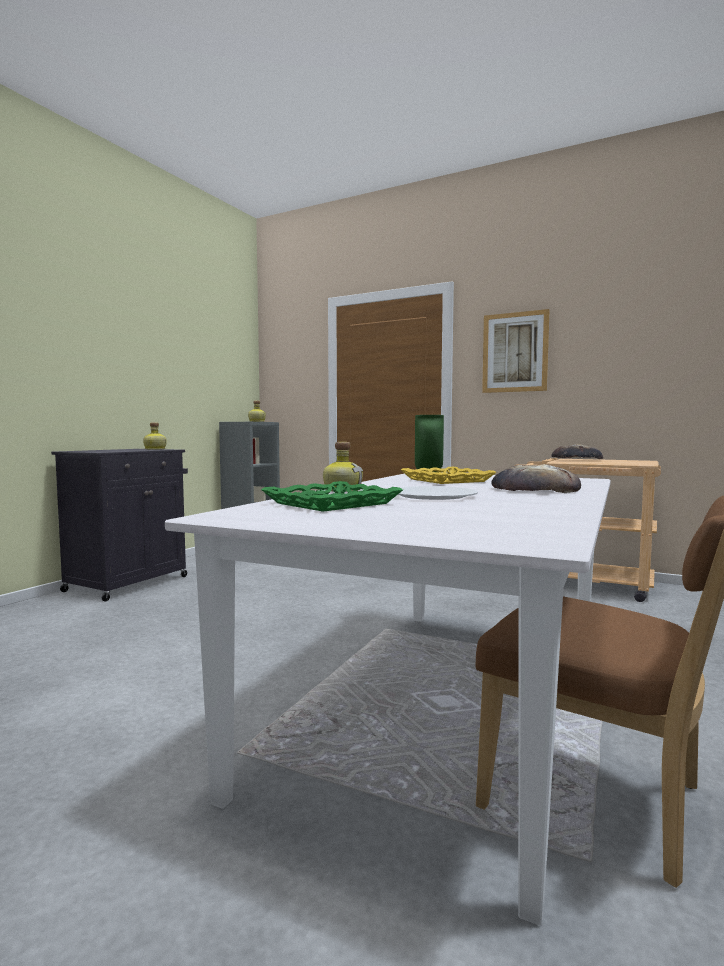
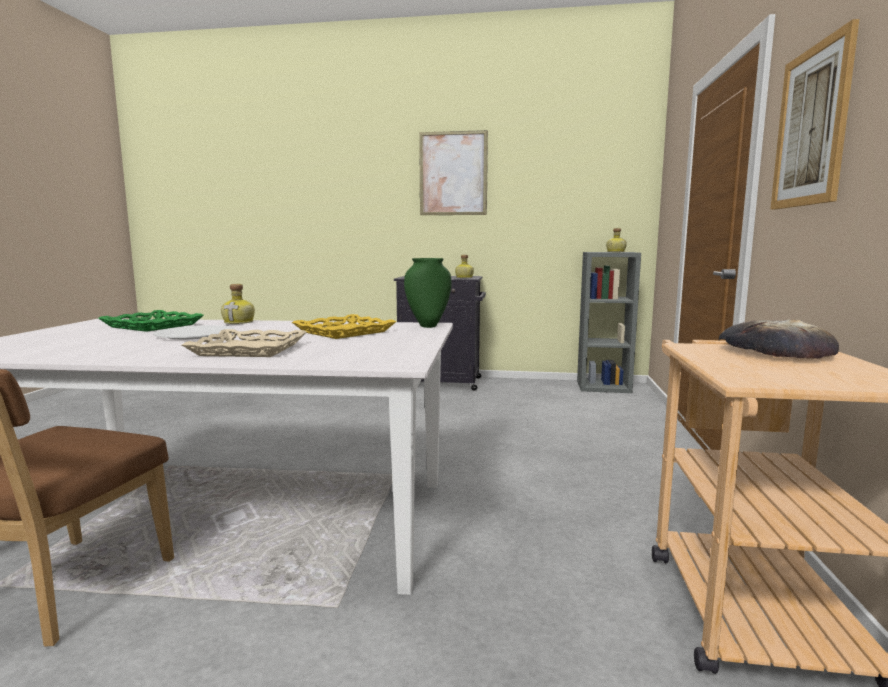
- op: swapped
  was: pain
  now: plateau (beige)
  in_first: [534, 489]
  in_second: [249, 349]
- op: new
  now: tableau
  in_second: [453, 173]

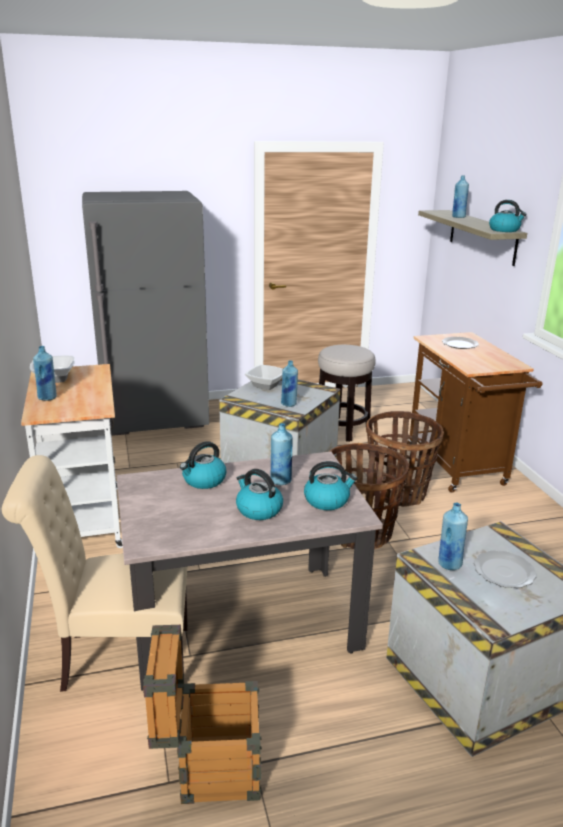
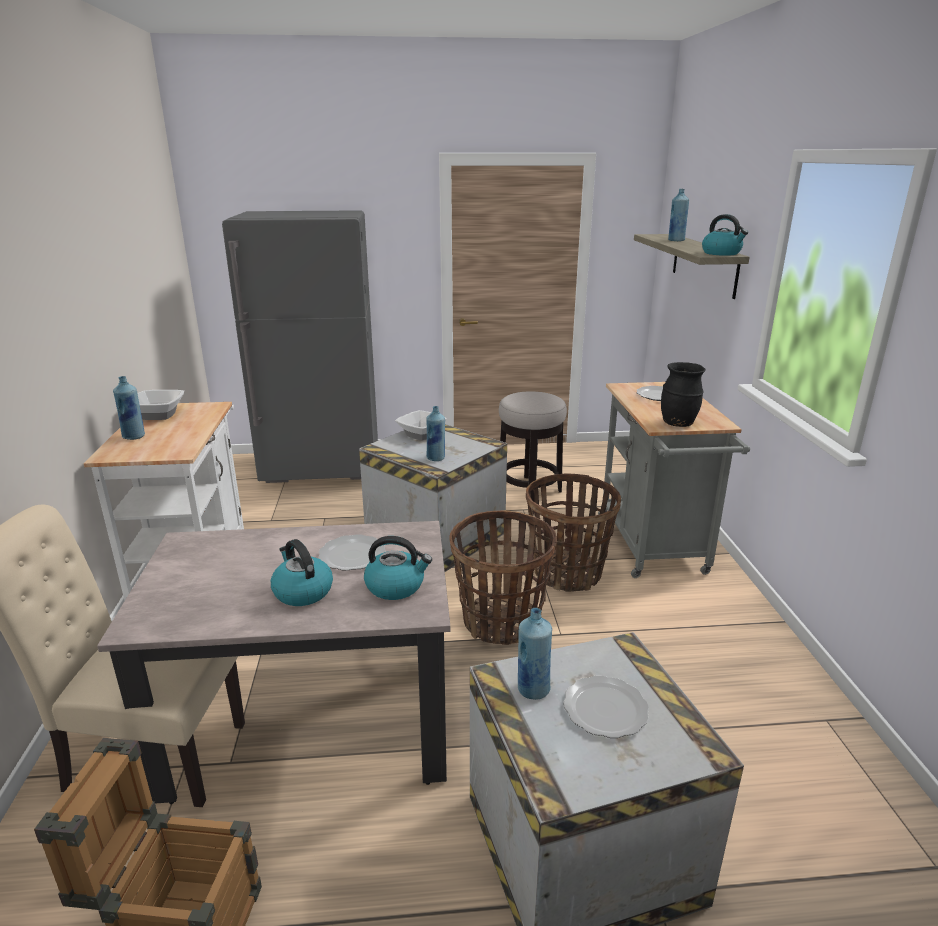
- op: repainted
  was: chariot (marron)
  now: chariot (gris)
  in_first: [459, 468]
  in_second: [654, 548]
- op: swapped
  was: bouteille (bleu)
  now: assiette
  in_first: [281, 481]
  in_second: [353, 555]
- op: gone
  was: bouilloire
  in_first: [204, 480]
- op: new
  now: vase (noir)
  in_second: [678, 423]

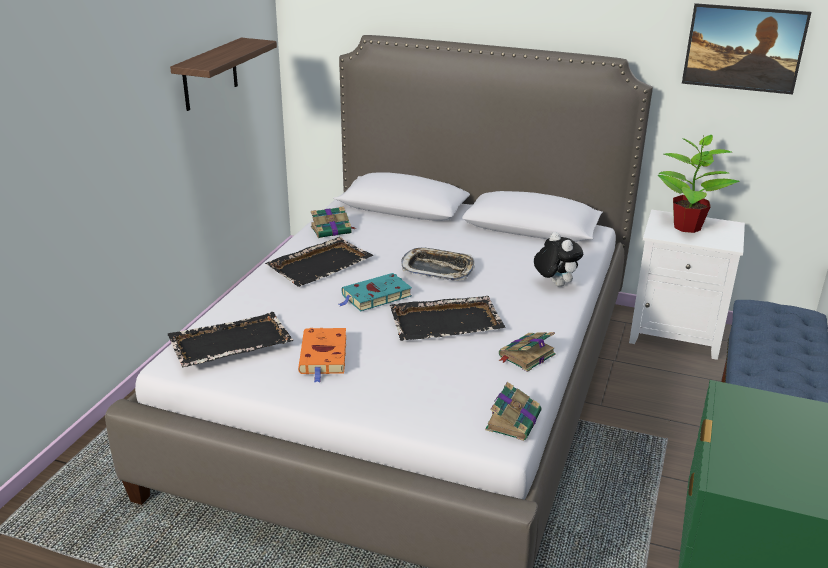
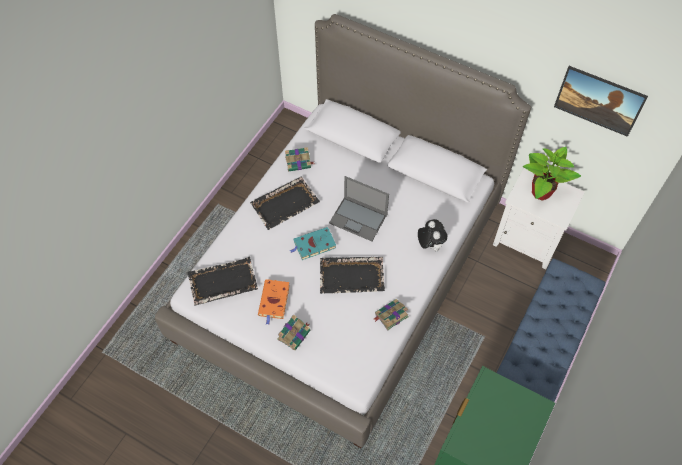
- op: gone
  was: étagère
  in_first: [210, 74]
- op: swapped
  was: plateau
  now: ordinateur portable
  in_first: [437, 269]
  in_second: [359, 219]
- op: shifted
  was: livre
  in_first: [513, 420]
  in_second: [294, 334]

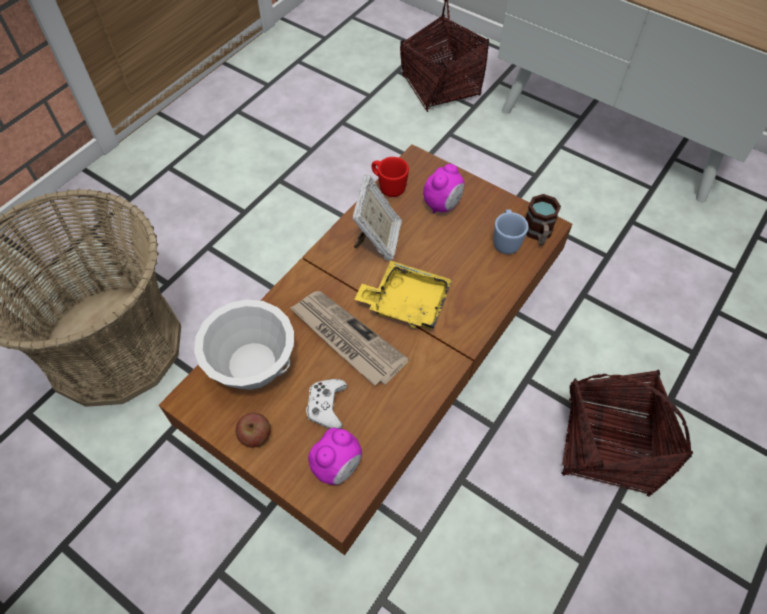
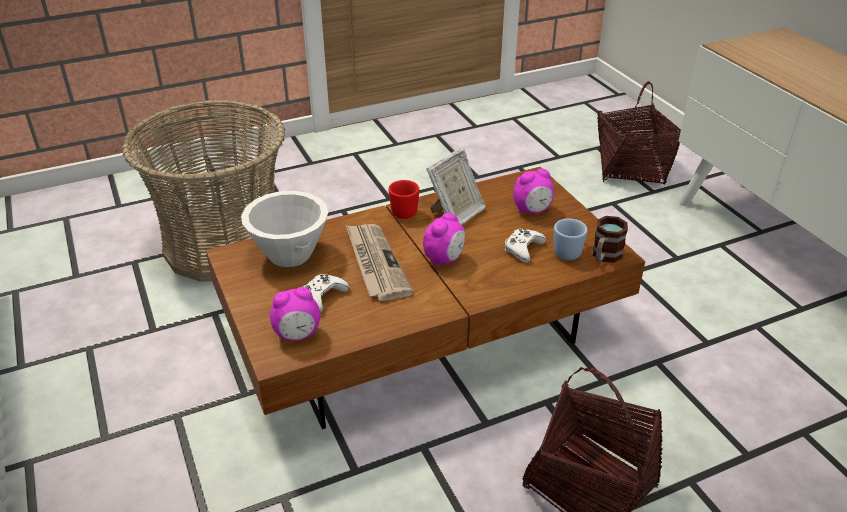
- op: shifted
  was: mug (rouge)
  in_first: [388, 186]
  in_second: [402, 210]
- op: swapped
  was: plateau (jaune)
  now: réveil
  in_first: [406, 302]
  in_second: [444, 259]
- op: gone
  was: pomme
  in_first: [255, 435]
- op: new
  now: manette (blanc)
  in_second: [523, 249]

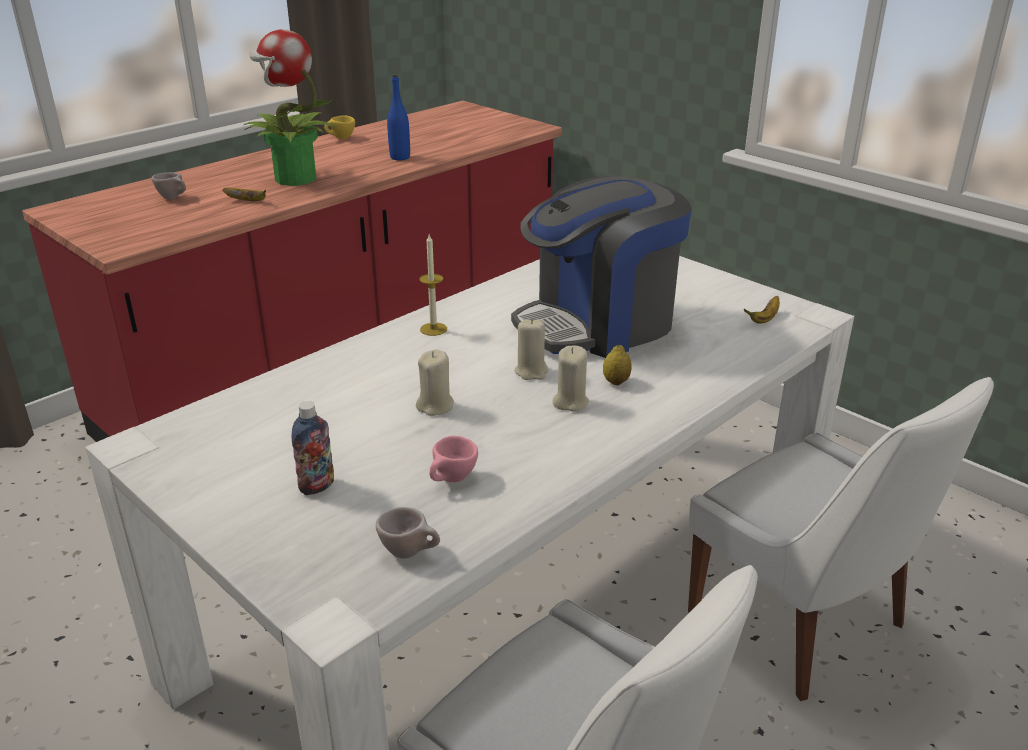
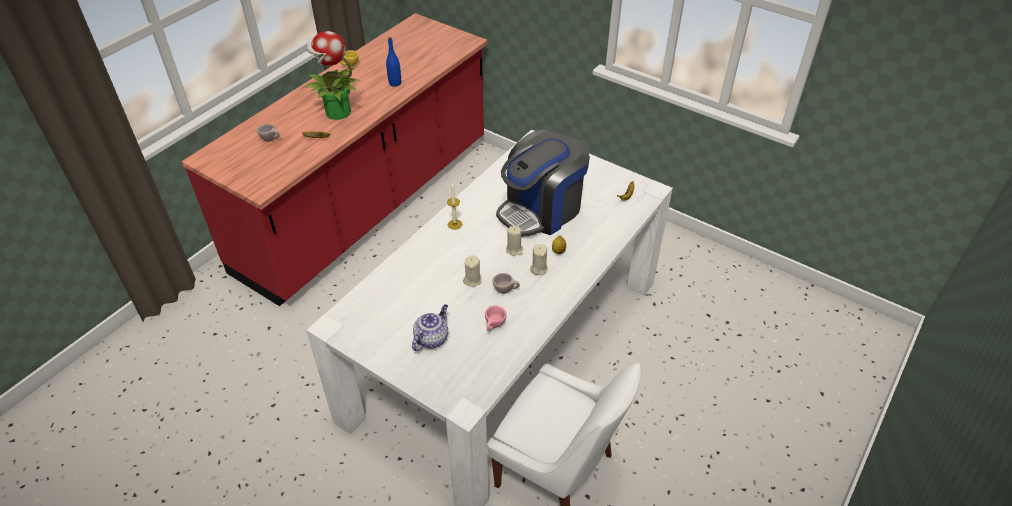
- op: gone
  was: chaise (blanc)
  in_first: [802, 624]
- op: swapped
  was: bouteille
  now: théière
  in_first: [317, 486]
  in_second: [431, 338]
- op: shifted
  was: tasse (beige)
  in_first: [410, 552]
  in_second: [506, 290]

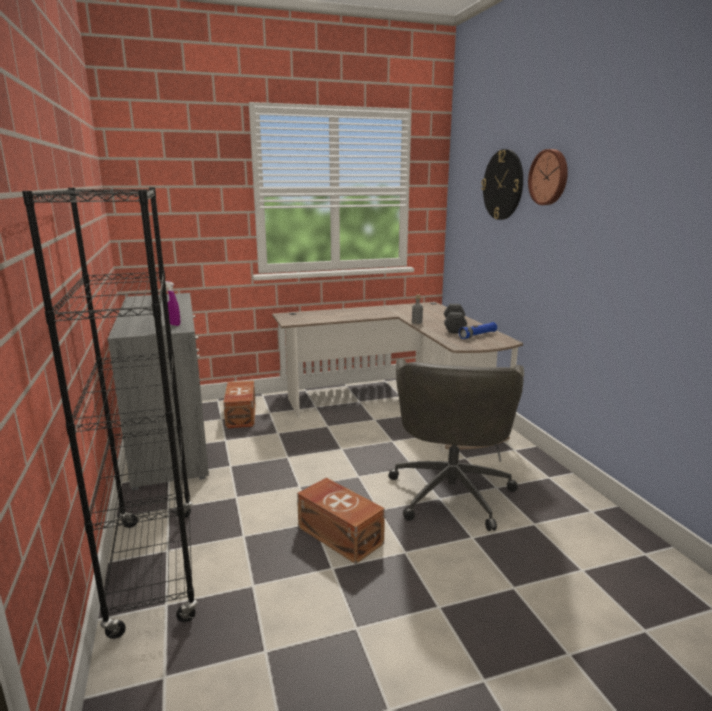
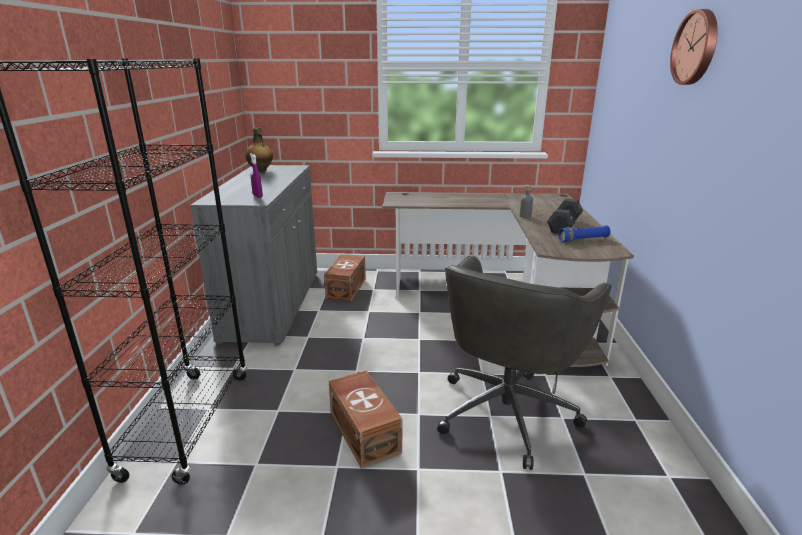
- op: gone
  was: horloge murale
  in_first: [503, 185]
- op: new
  now: bouteille
  in_second: [260, 171]

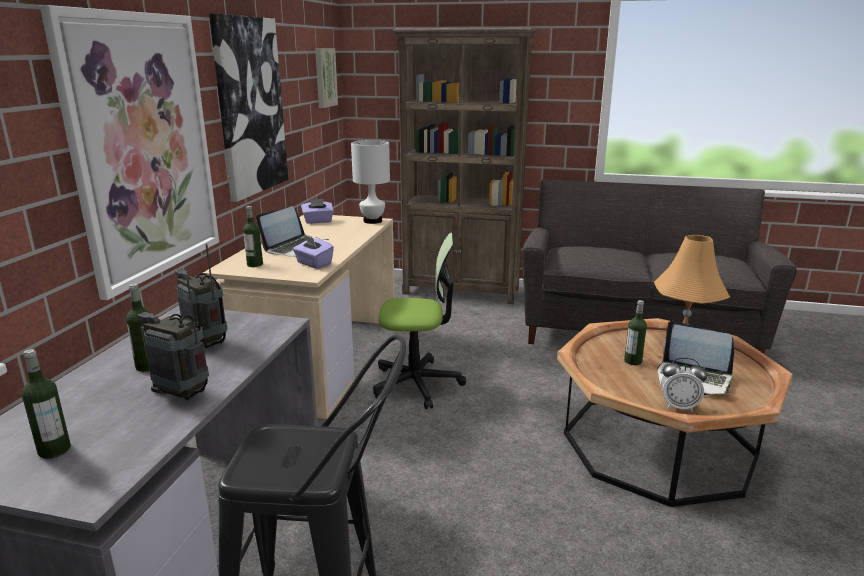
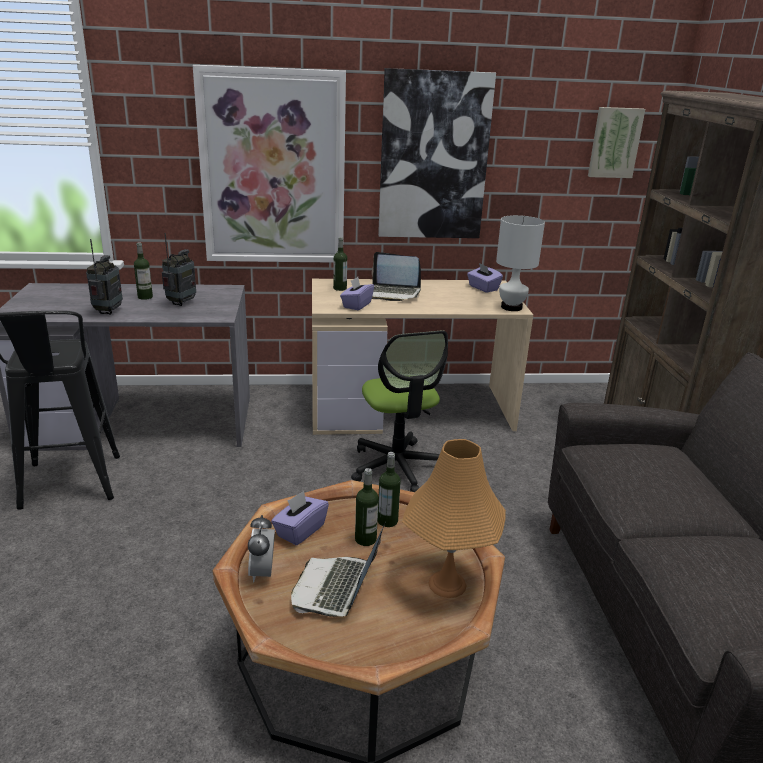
- op: shifted
  was: bouteille
  in_first: [54, 450]
  in_second: [387, 521]
- op: new
  now: boîte à mouchoirs (violet)
  in_second: [300, 530]

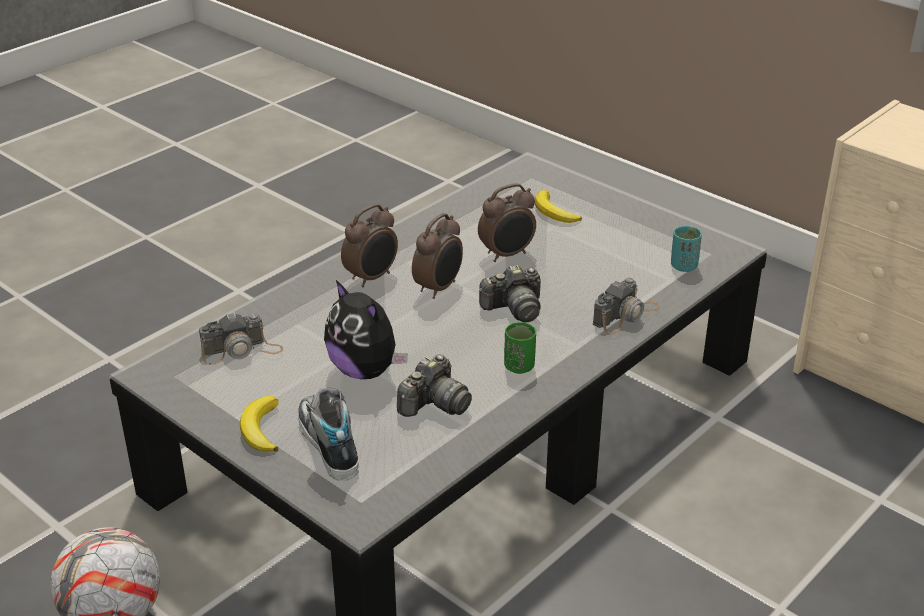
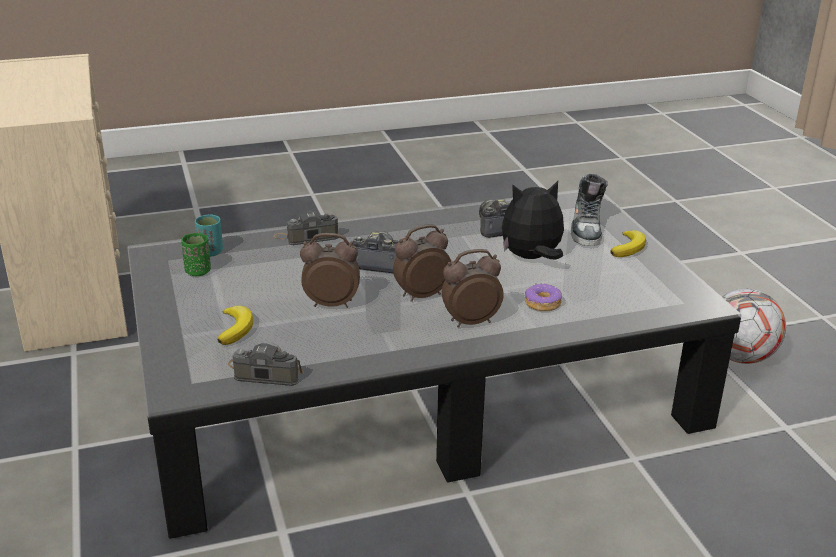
- op: rotated
  was: peluche
  in_first: [365, 370]
  in_second: [531, 258]
  clockwise: -90
- op: shifted
  was: appareil photo
  in_first: [241, 350]
  in_second: [263, 372]
- op: shifted
  was: tasse (vert)
  in_first: [519, 366]
  in_second: [198, 271]
- op: new
  now: beignet
  in_second: [542, 304]

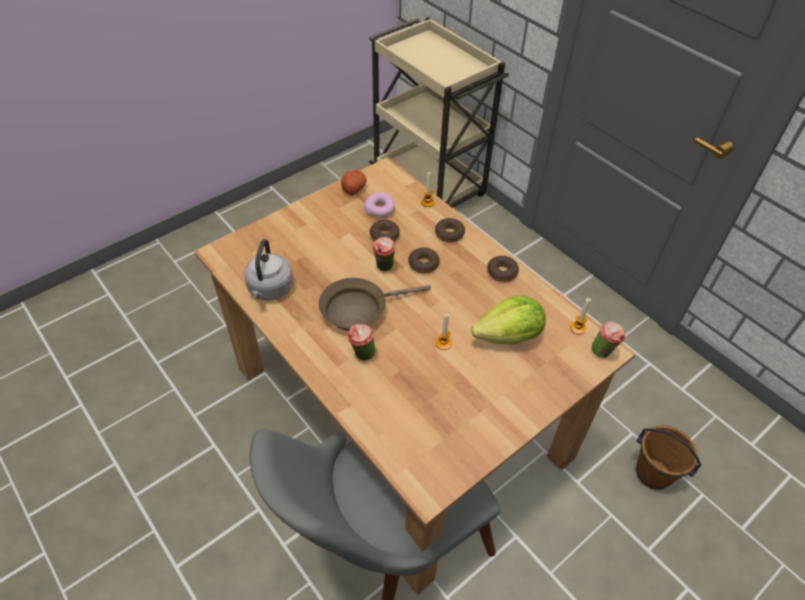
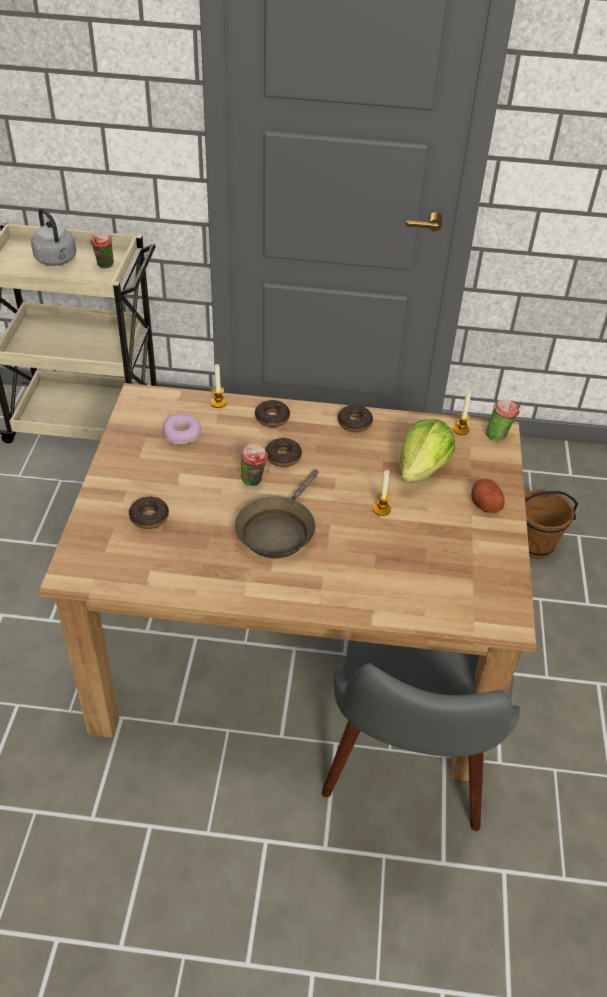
- op: shifted
  was: pomme de terre
  in_first: [353, 188]
  in_second: [485, 503]
- op: shifted
  was: beignet
  in_first: [384, 235]
  in_second: [149, 517]
- op: shifted
  was: bouilloire (gris)
  in_first: [270, 289]
  in_second: [57, 260]
- op: shifted
  was: tasse
  in_first: [362, 356]
  in_second: [104, 266]

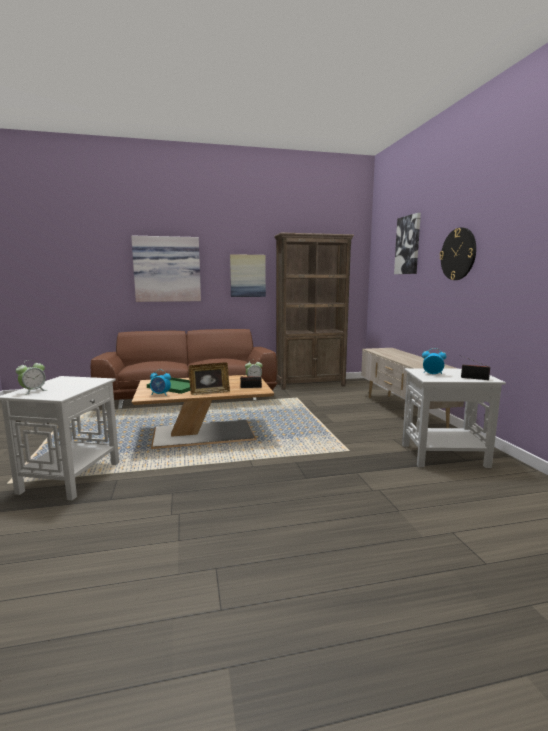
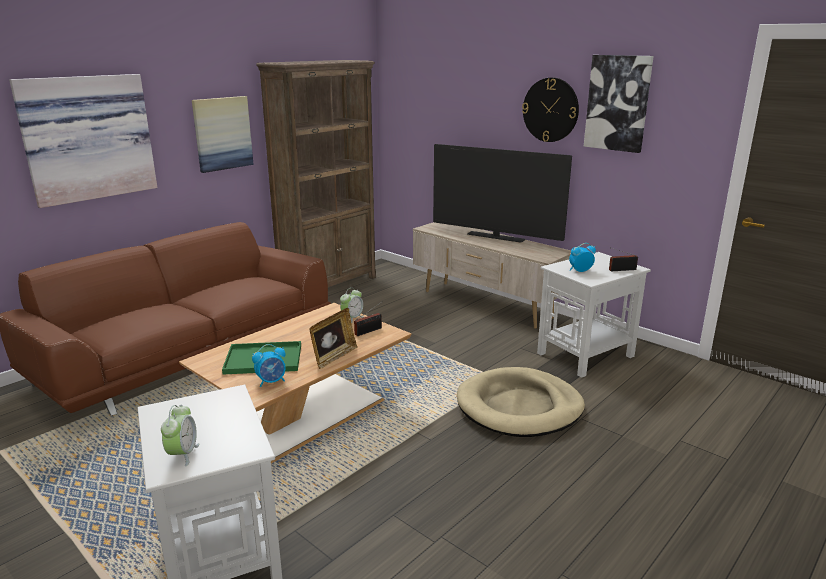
- op: shifted
  was: tableau
  in_first: [408, 245]
  in_second: [618, 103]
- op: new
  now: téléviseur
  in_second: [495, 237]
- op: new
  now: panier pour chien (beige)
  in_second: [519, 407]

